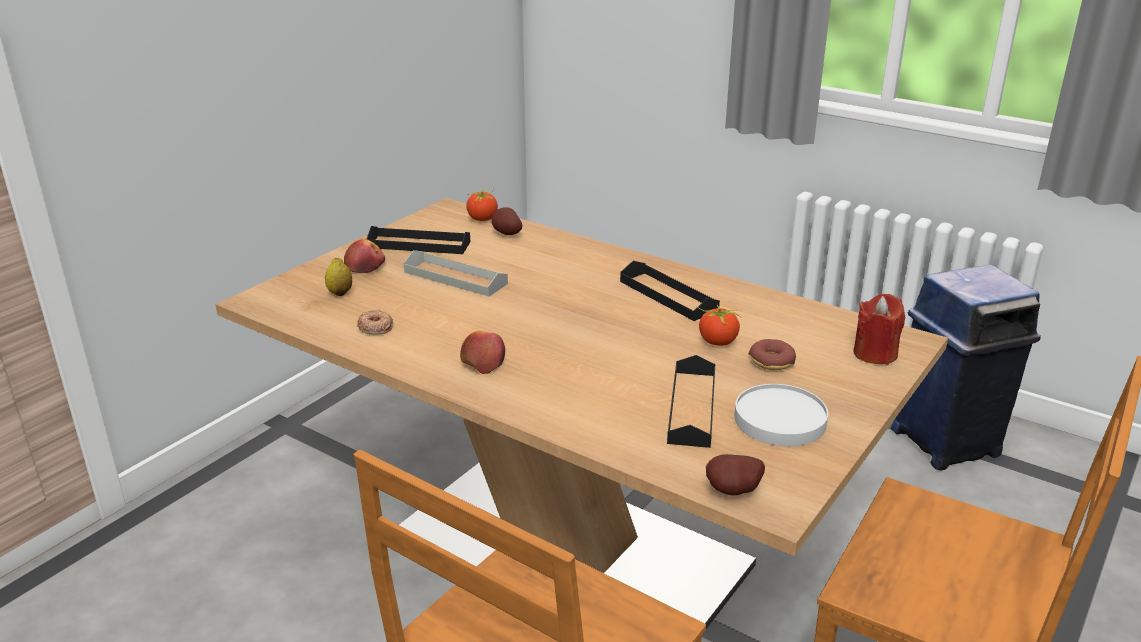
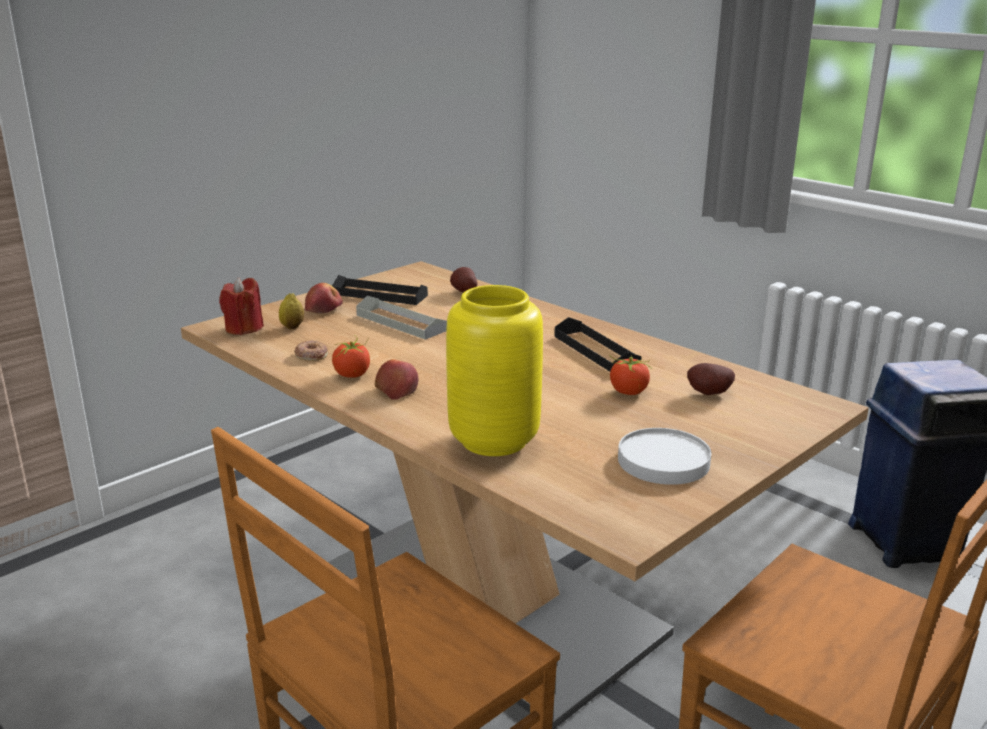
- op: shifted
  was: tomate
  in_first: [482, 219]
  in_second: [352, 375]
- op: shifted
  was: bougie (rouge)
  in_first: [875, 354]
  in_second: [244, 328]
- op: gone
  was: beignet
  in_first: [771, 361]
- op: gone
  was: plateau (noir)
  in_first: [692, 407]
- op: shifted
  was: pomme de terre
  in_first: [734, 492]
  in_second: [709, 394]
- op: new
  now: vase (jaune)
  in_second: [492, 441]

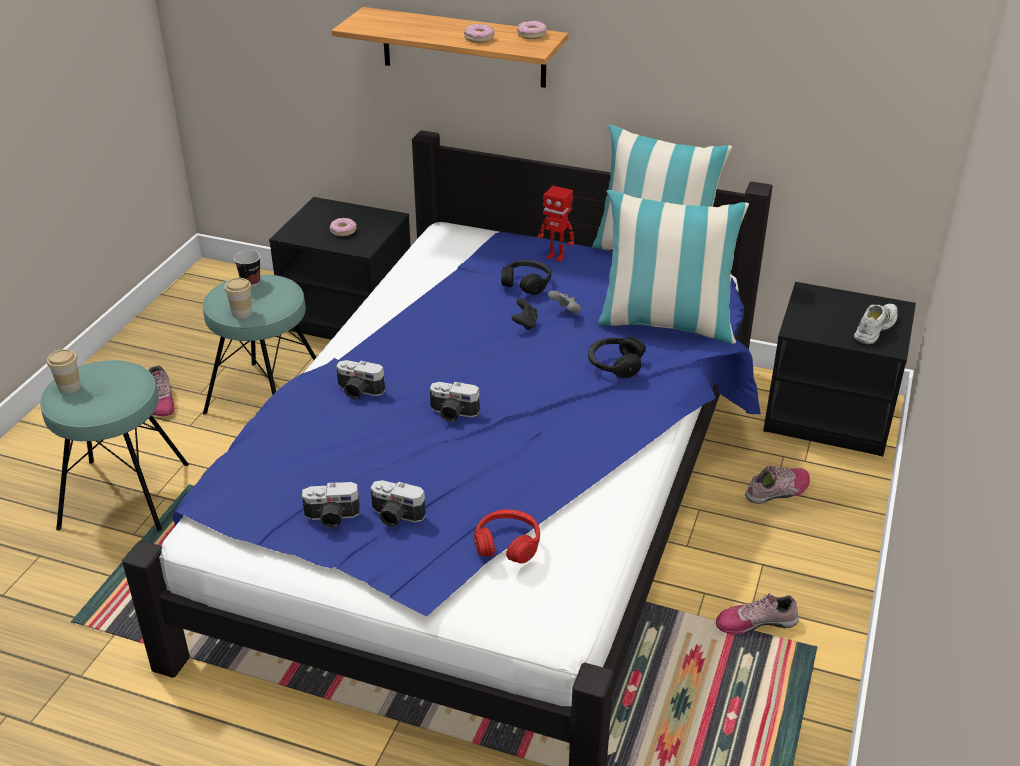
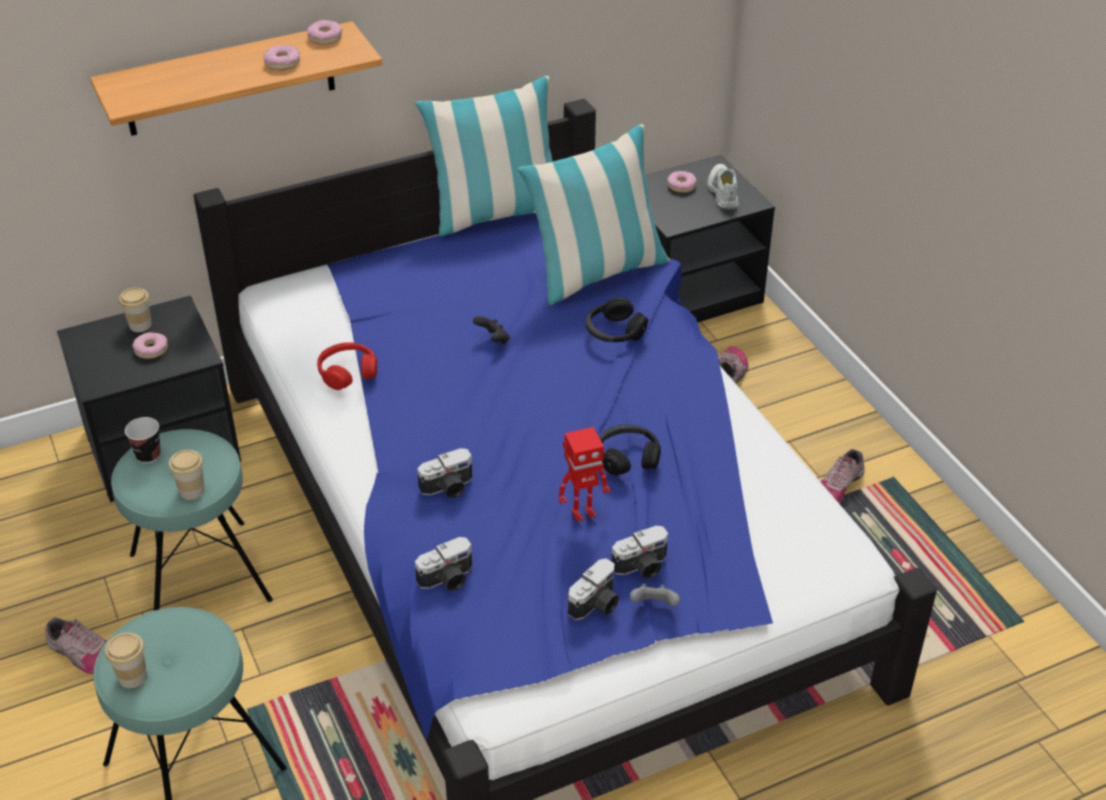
- op: shifted
  was: robot jouet
  in_first: [556, 257]
  in_second: [582, 513]
- op: shifted
  was: casque audio (noir)
  in_first: [526, 283]
  in_second: [628, 457]
- op: shifted
  was: manette (gris)
  in_first: [565, 312]
  in_second: [654, 606]
- op: shifted
  was: appareil photo
  in_first: [453, 413]
  in_second: [448, 579]
- op: shifted
  was: casque audio (rouge)
  in_first: [507, 544]
  in_second: [347, 373]
- op: new
  now: beignet
  in_second: [681, 186]
- op: new
  now: tasse
  in_second: [140, 325]

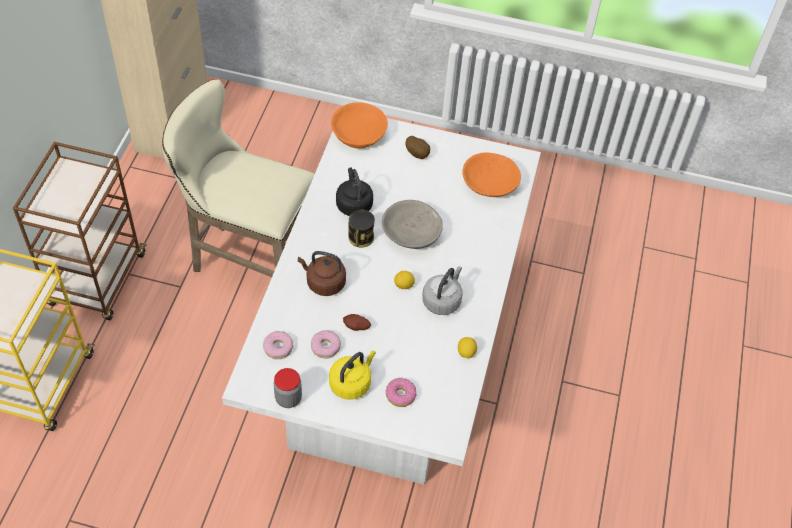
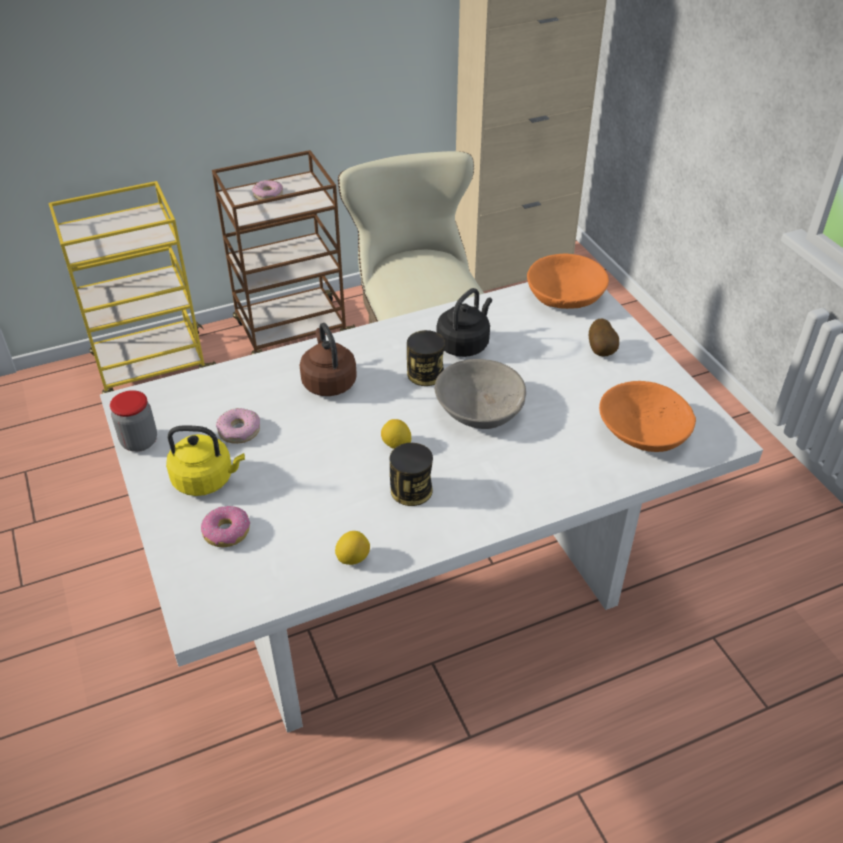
- op: swapped
  was: bouilloire (gris)
  now: boîte métallique
  in_first: [442, 300]
  in_second: [411, 490]
- op: gone
  was: pomme de terre
  in_first: [356, 327]
- op: shifted
  was: beignet
  in_first: [278, 347]
  in_second: [268, 195]

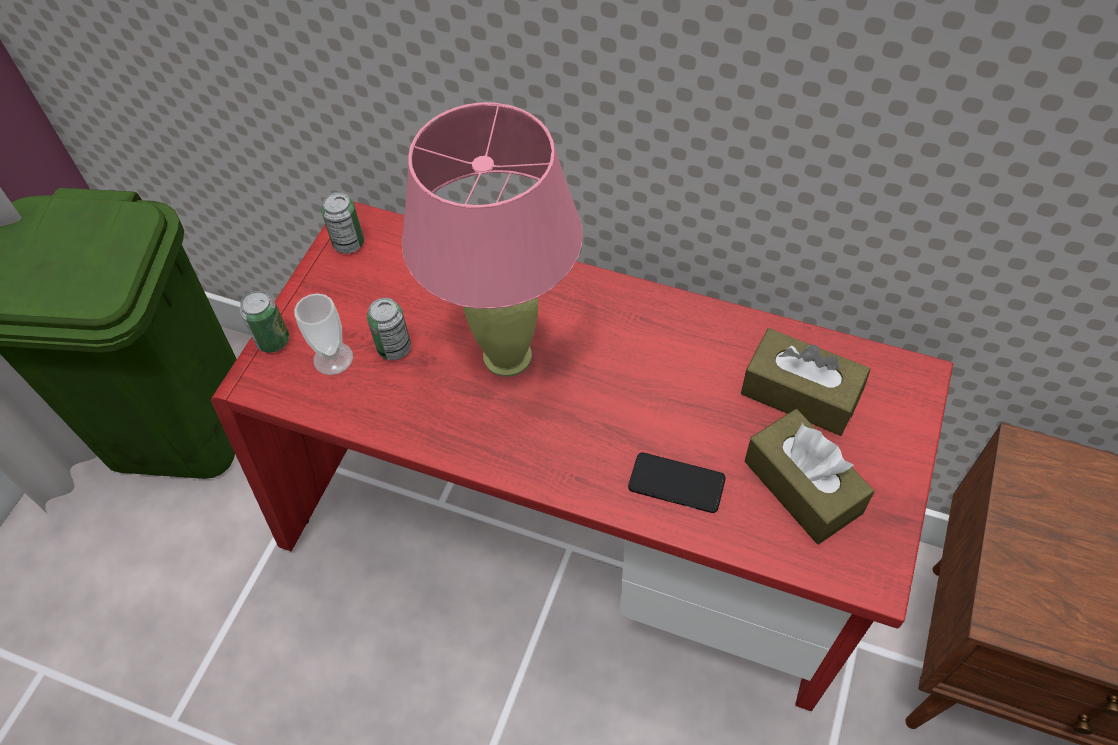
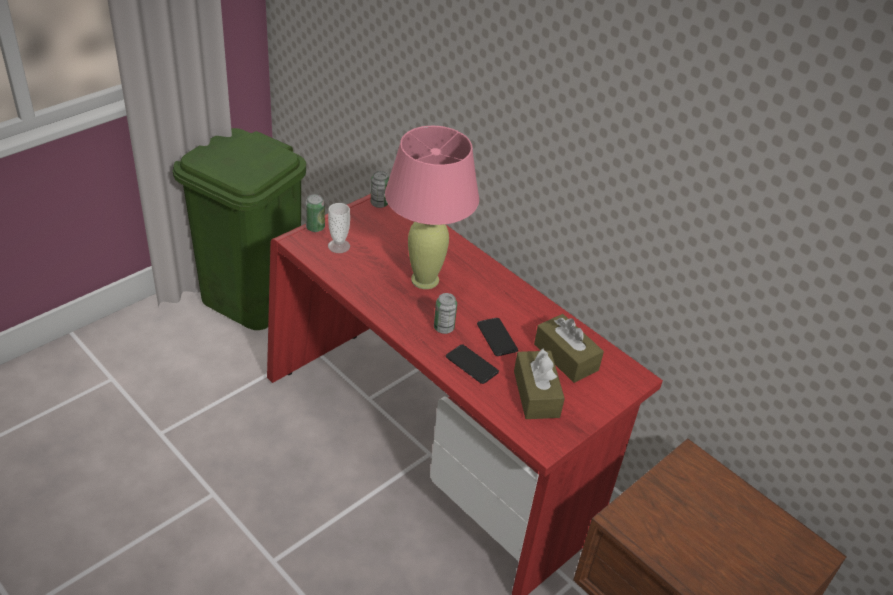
- op: shifted
  was: boîte métallique
  in_first: [394, 348]
  in_second: [443, 328]
- op: new
  now: téléphone
  in_second: [497, 337]

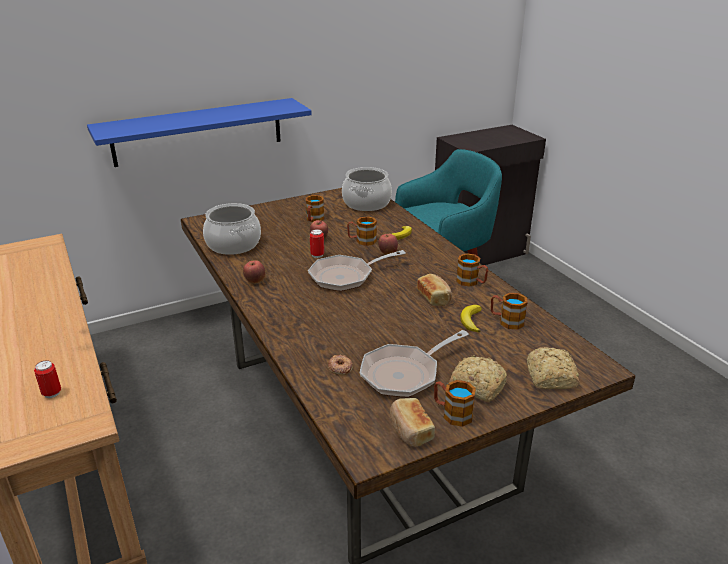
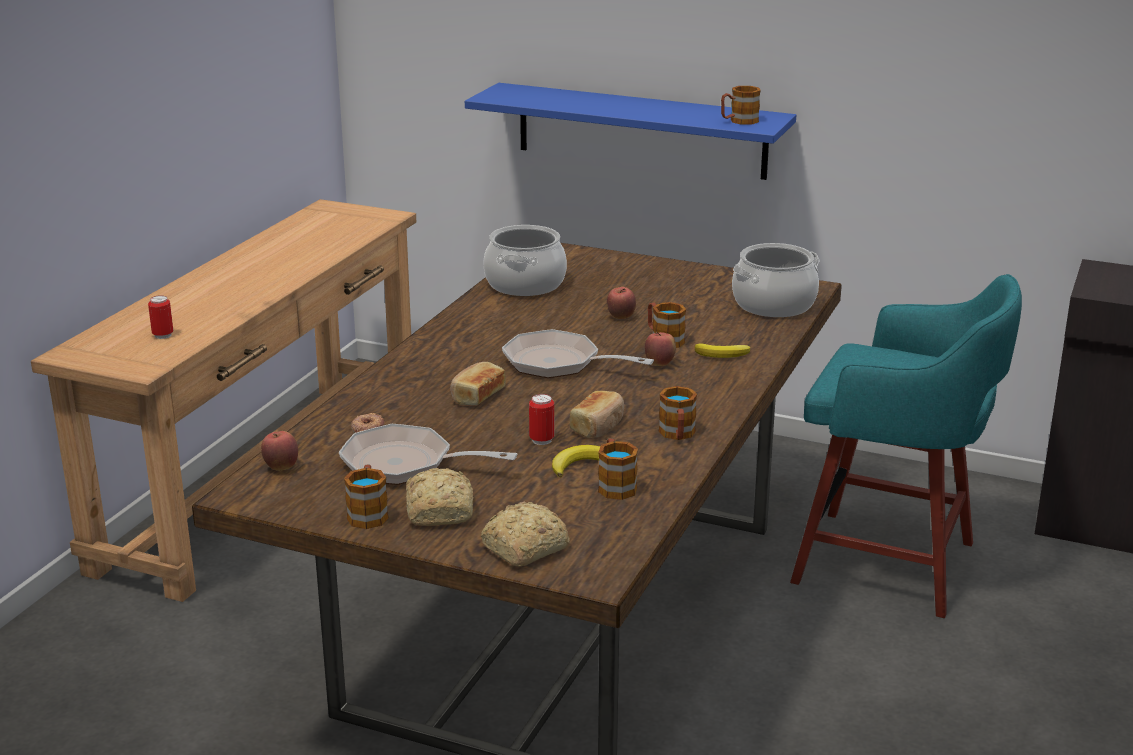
- op: shifted
  was: mug
  in_first: [313, 219]
  in_second: [739, 121]
- op: shifted
  was: boîte métallique
  in_first: [317, 255]
  in_second: [541, 440]
- op: shifted
  was: pomme
  in_first: [255, 281]
  in_second: [281, 467]
- op: shifted
  was: pain
  in_first: [410, 430]
  in_second: [476, 395]

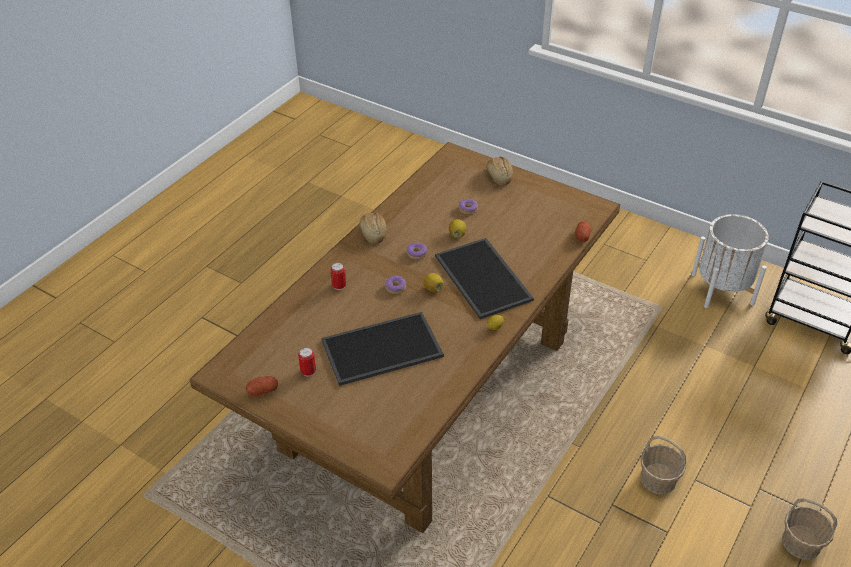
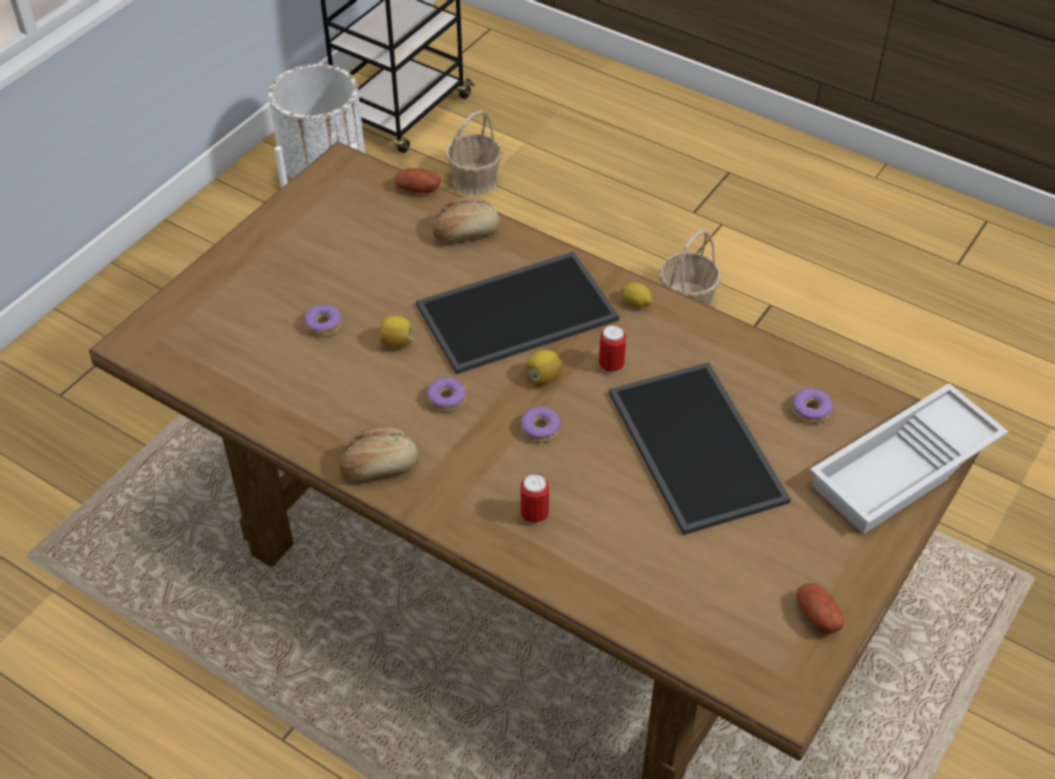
- op: shifted
  was: pain
  in_first: [499, 176]
  in_second: [466, 233]
- op: shifted
  was: boîte métallique
  in_first: [308, 372]
  in_second: [611, 366]
- op: shifted
  was: panier
  in_first: [801, 543]
  in_second: [475, 180]
- op: new
  now: plateau (blanc)
  in_second: [905, 469]
- op: new
  now: beignet
  in_second: [811, 411]

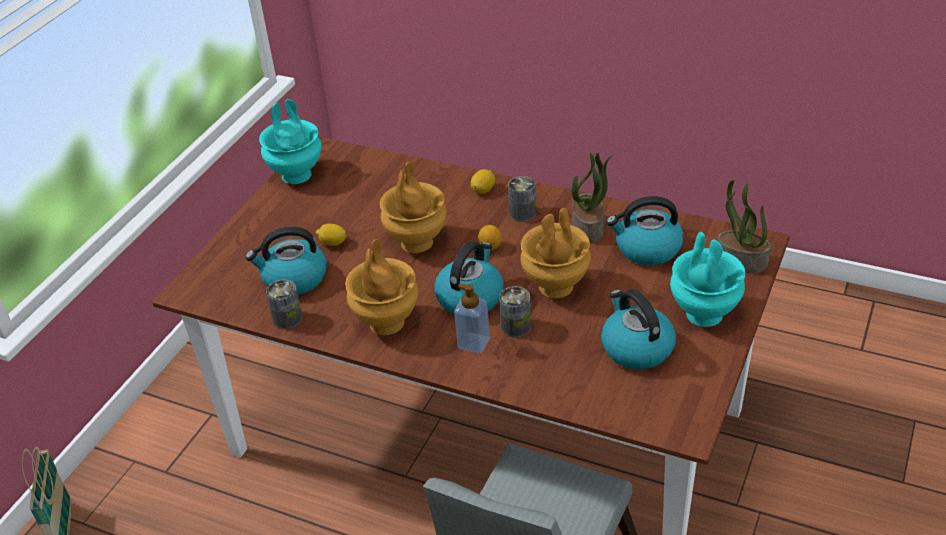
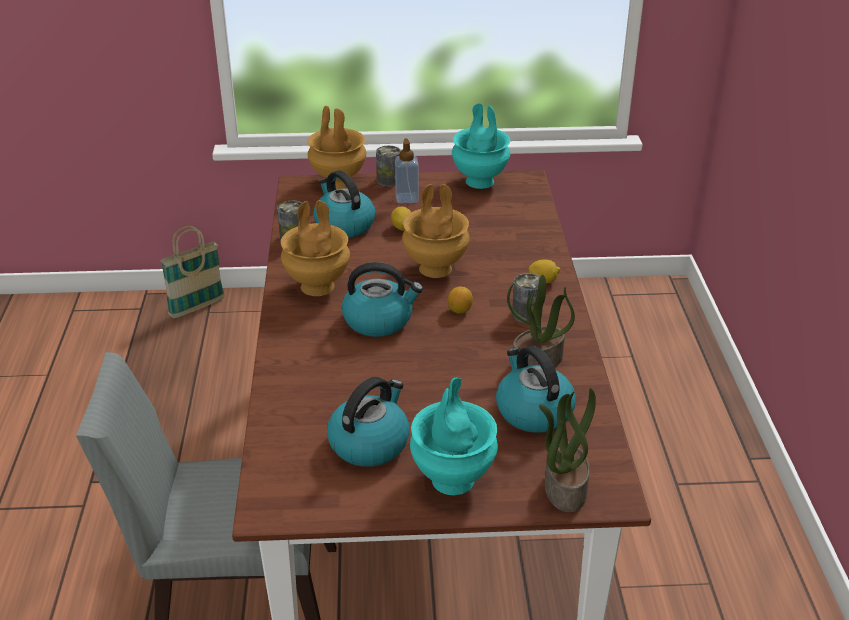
- op: shifted
  was: vase (marron)
  in_first: [555, 287]
  in_second: [337, 182]
- op: shifted
  was: distributeur de savon
  in_first: [473, 343]
  in_second: [407, 198]
- op: shifted
  was: boîte métallique
  in_first: [516, 326]
  in_second: [389, 180]

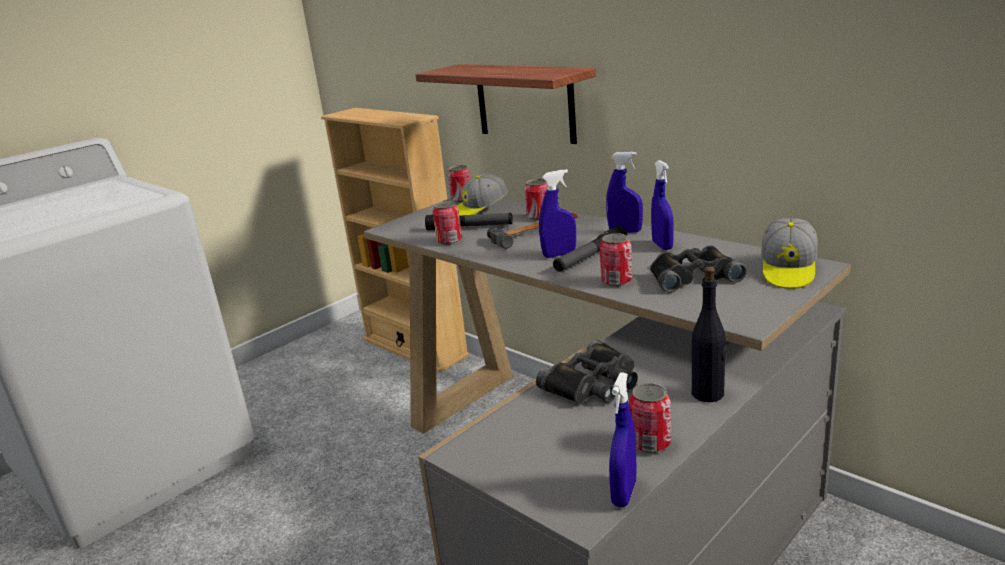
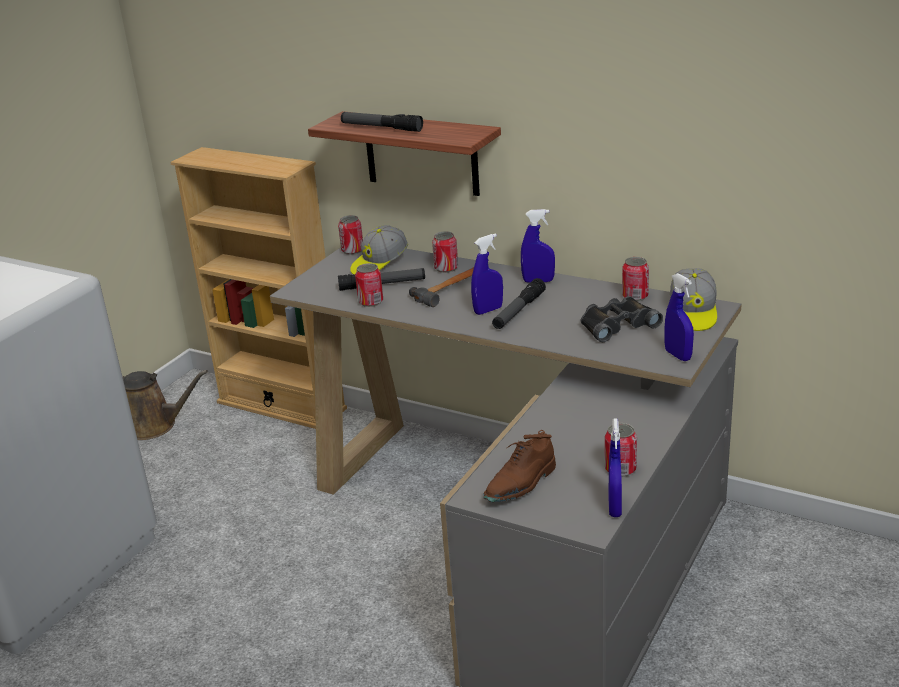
- op: shifted
  was: vaporisateur (bleu)
  in_first: [662, 245]
  in_second: [678, 355]
- op: shifted
  was: boîte métallique
  in_first: [616, 281]
  in_second: [635, 296]
- op: gone
  was: bouteille (noir)
  in_first: [708, 394]
- op: gone
  was: jumelles (noir)
  in_first: [593, 383]
- op: new
  now: lampe de poche
  in_second: [381, 128]
- op: new
  now: arrosoir (marron)
  in_second: [154, 426]
- op: new
  now: chaussure (marron)
  in_second: [521, 484]

